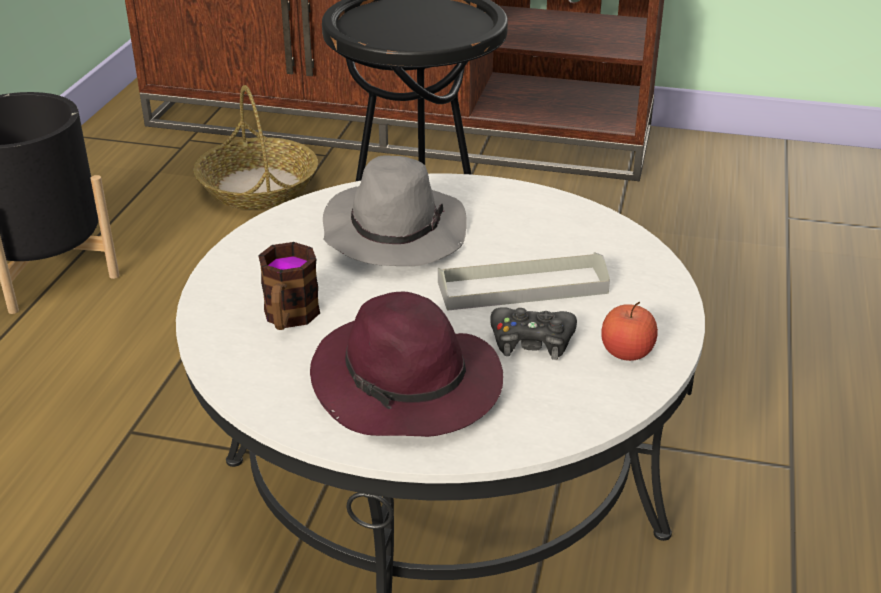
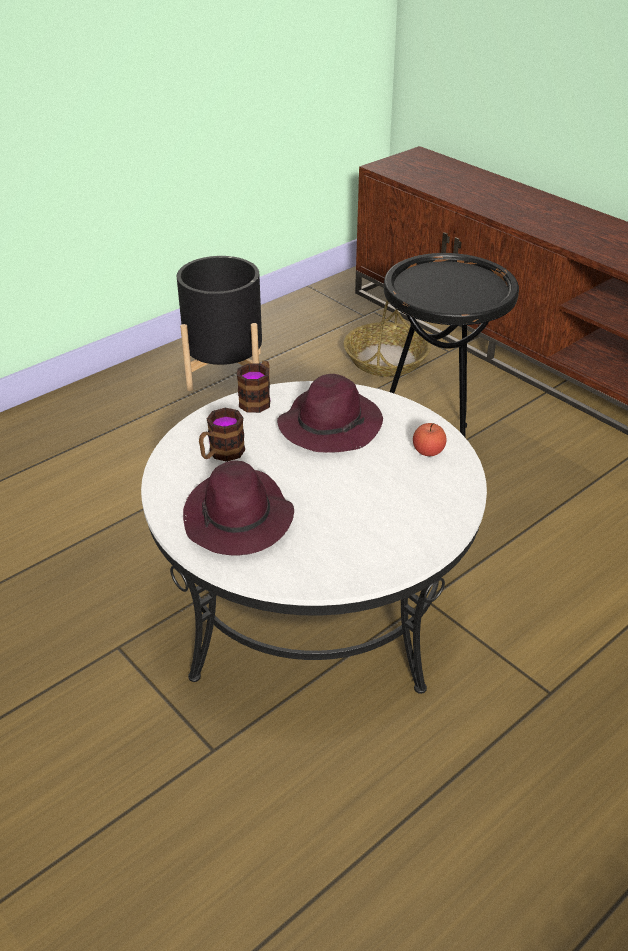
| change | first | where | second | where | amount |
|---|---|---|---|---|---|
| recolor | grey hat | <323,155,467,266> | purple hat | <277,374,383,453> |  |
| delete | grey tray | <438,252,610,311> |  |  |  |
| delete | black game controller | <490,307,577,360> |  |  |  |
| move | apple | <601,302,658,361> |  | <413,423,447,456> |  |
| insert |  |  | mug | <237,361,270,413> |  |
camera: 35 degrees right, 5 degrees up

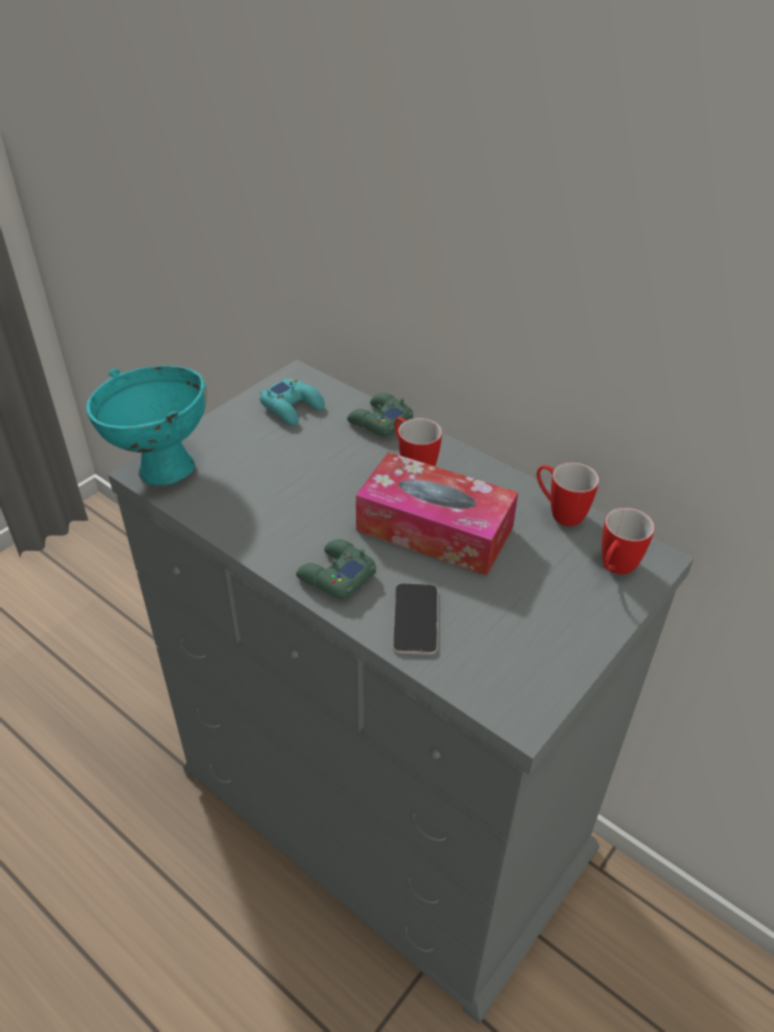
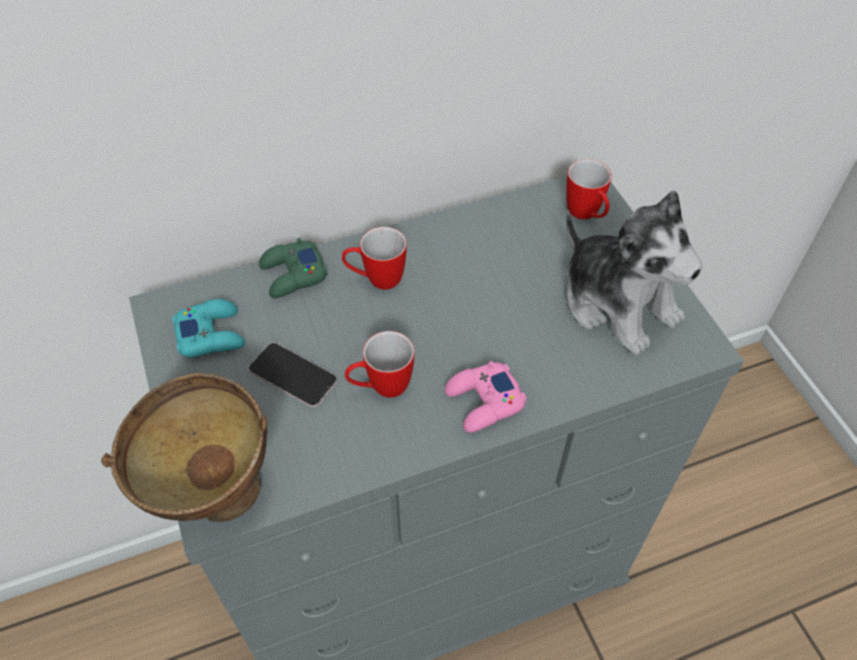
| change | first | where | second | where | amount |
|---|---|---|---|---|---|
| recolor | turquoise bowl | <86,366,207,486> | brown bowl | <101,373,267,522> |  |
| recolor | green game controller | <296,539,376,599> | pink game controller | <445,361,526,432> |  |
| delete | tissue box | <356,452,518,576> |  |  |  |
| move | phone | <393,583,438,655> |  | <248,343,337,407> |  |
| move | mug | <537,462,599,526> |  | <345,331,414,398> |  |
| insert |  |  | plush toy | <566,190,703,355> |  |
camera: 60 degrees left, 10 degrees up

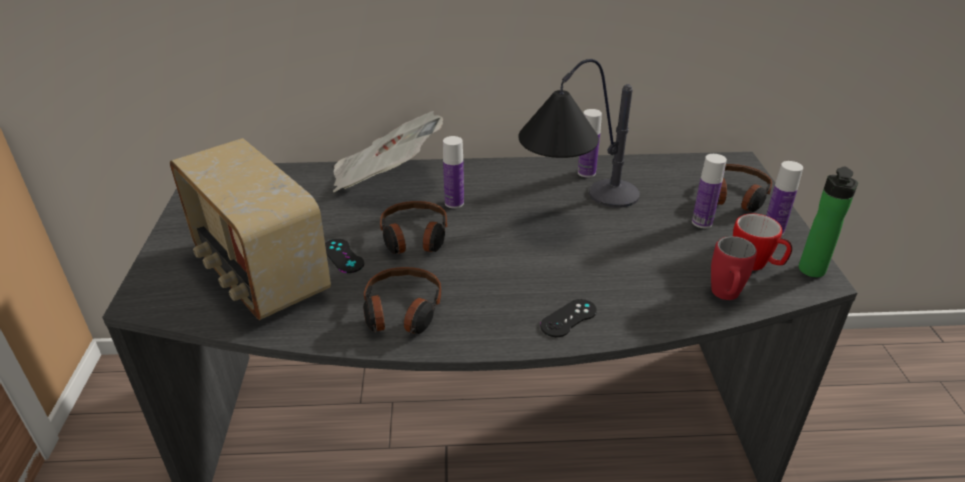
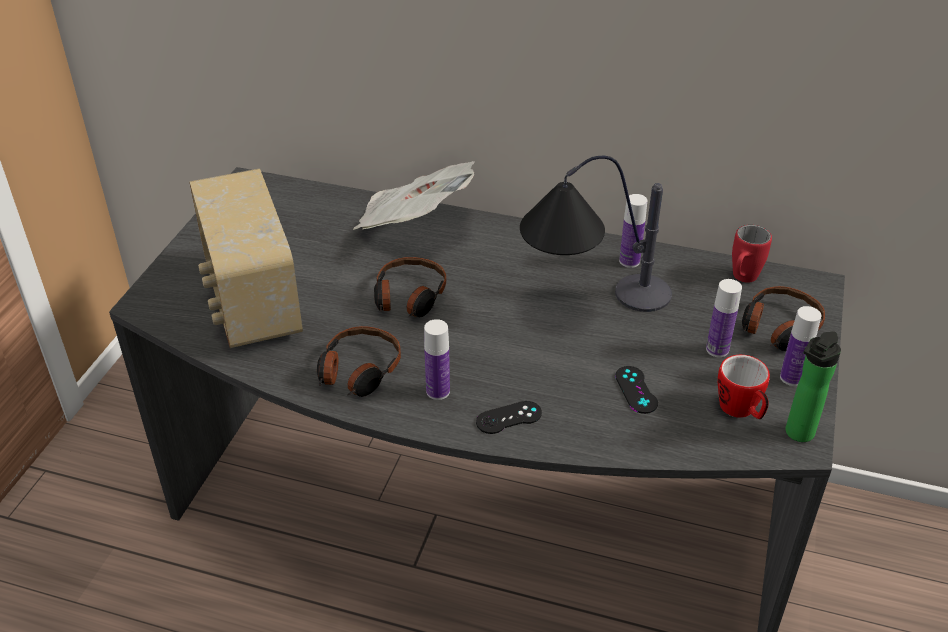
| change | first | where | second | where | amount |
|---|---|---|---|---|---|
| move | black game controller | <325,239,364,273> |  | <615,366,658,414> |  |
| move | bottle | <443,136,464,208> |  | <424,319,450,400> |  |
| move | red mug | <711,236,757,300> |  | <732,225,772,283> |  |
camera: 20 degrees right, 5 degrees up

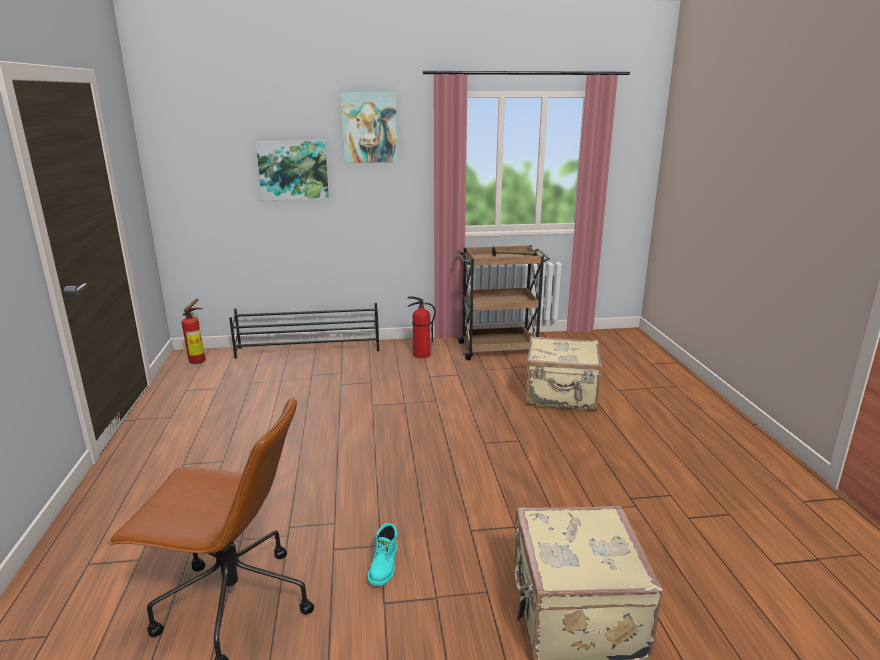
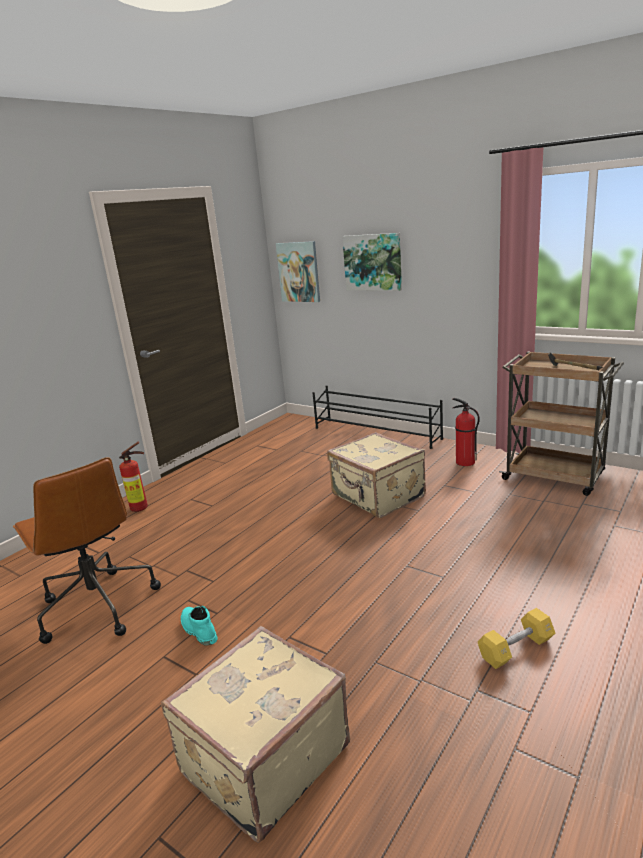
| change | first | where | second | where | amount |
|---|---|---|---|---|---|
| move | fire extinguisher | <181,299,206,364> |  | <119,442,148,512> |  |
| move | picture | <341,92,398,163> |  | <276,241,320,302> |  |
| rotate | turquoise boot | <368,523,397,586> |  | <181,606,218,646> | 90 degrees clockwise |
| move | beige suitcase | <526,336,602,411> |  | <327,432,426,518> |  |
| insert |  |  | yellow dumbbell | <478,608,555,669> |  |
camera: 45 degrees right, 0 degrees up

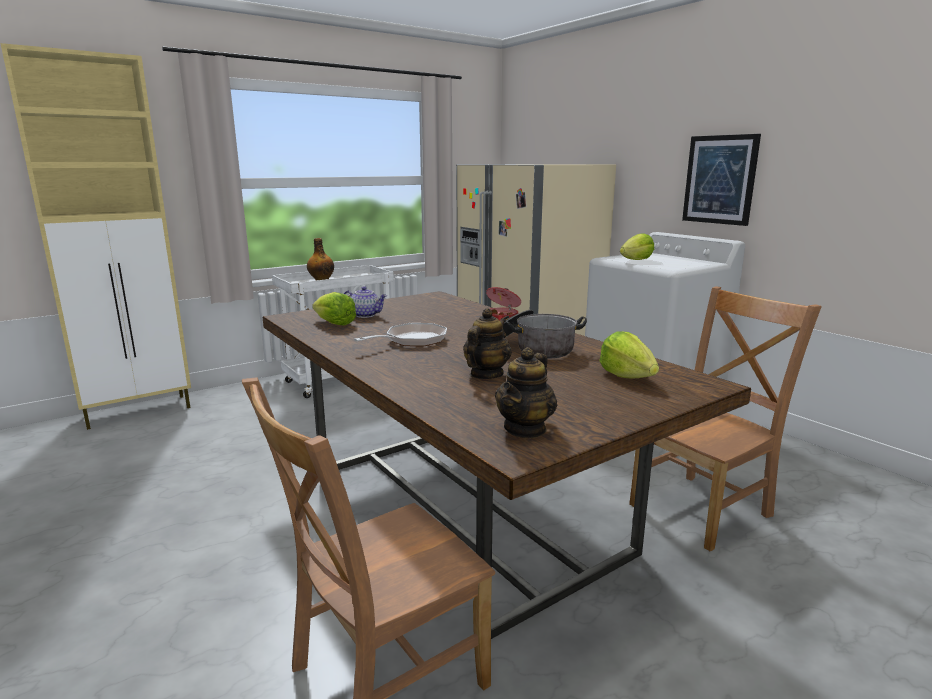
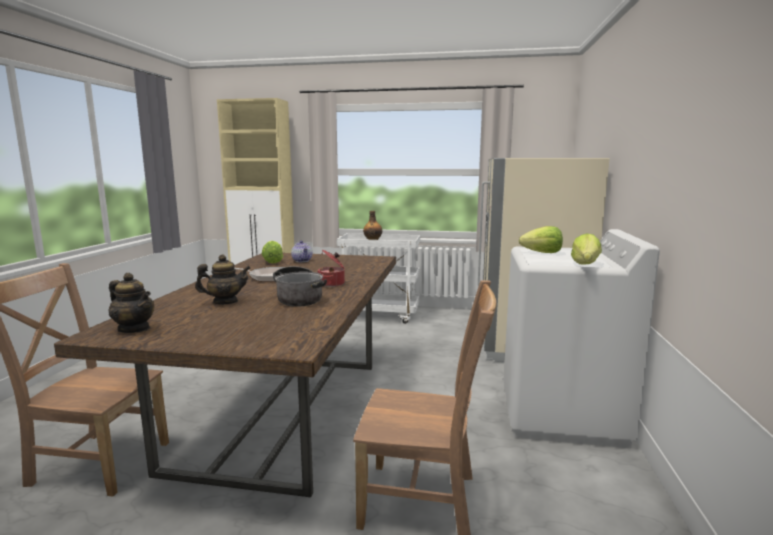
| change | first | where | second | where | amount |
|---|---|---|---|---|---|
| rotate | teapot | <495,347,557,439> |  | <109,273,154,333> | 135 degrees counterclockwise |
| move | lettuce | <599,331,659,379> |  | <571,233,602,265> |  |
| delete | picture | <682,134,761,226> |  |  |  |
camera: 45 degrees right, 5 degrees down

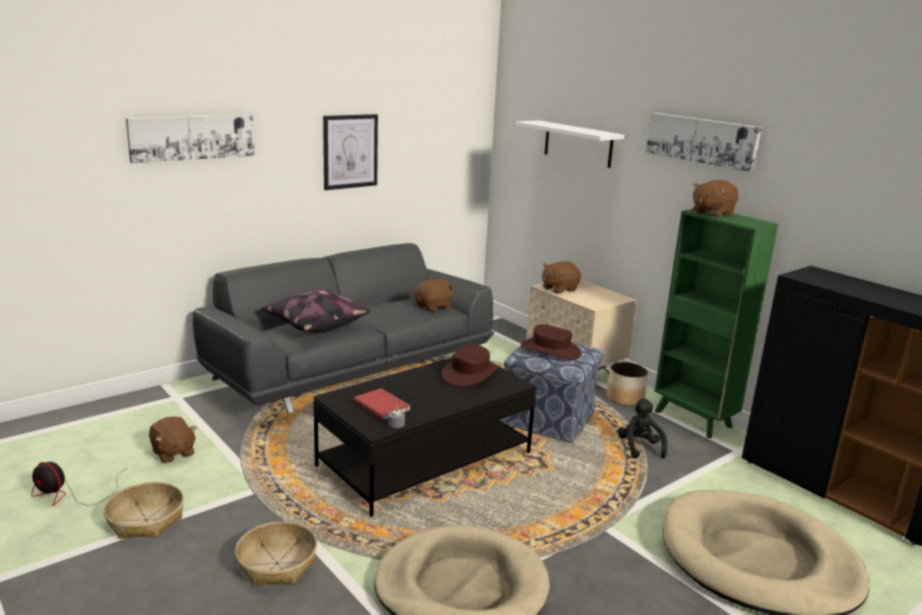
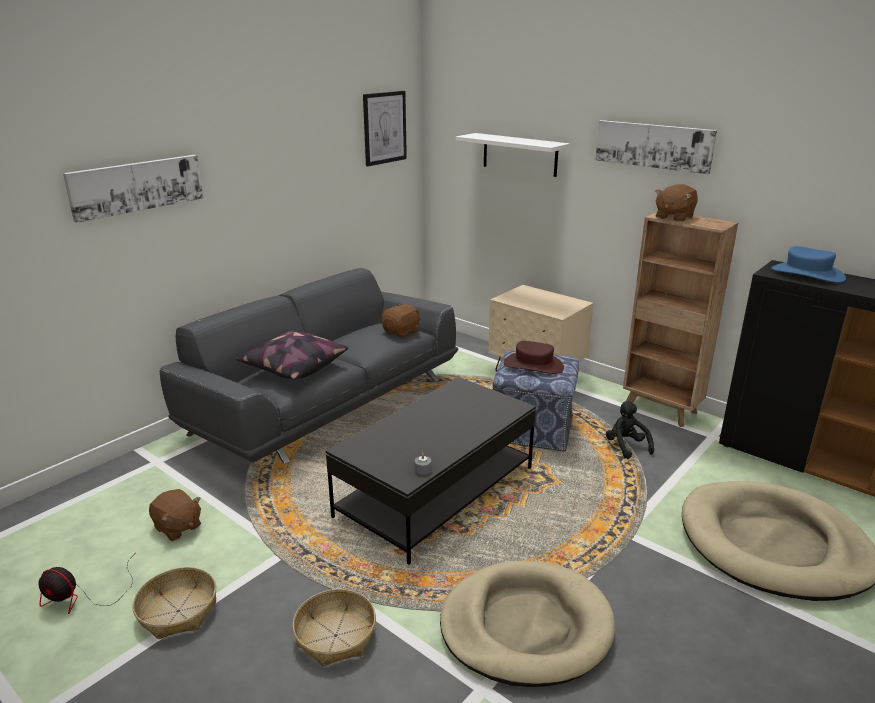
| change | first | where | second | where | amount |
|---|---|---|---|---|---|
| move | picture | <323,114,378,190> |  | <363,91,407,166> |  |
| delete | red book | <353,388,411,420> |  |  |  |
| delete | brown hat | <442,345,498,387> |  |  |  |
| delete | brown plush toy | <542,261,581,294> |  |  |  |
| delete | planter | <607,362,648,406> |  |  |  |
| recolor | green bookcase | <654,209,778,438> | brown bookcase | <623,212,738,427> |  |
| insert |  |  | blue hat | <771,246,846,283> |  |
camera: 10 degrees left, 5 degrees up

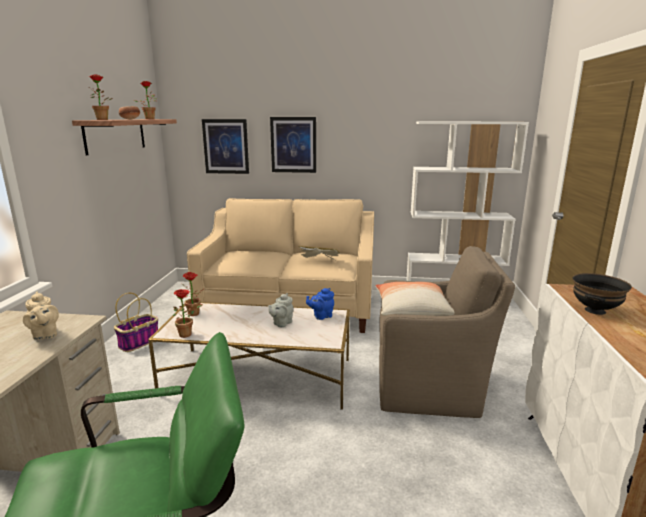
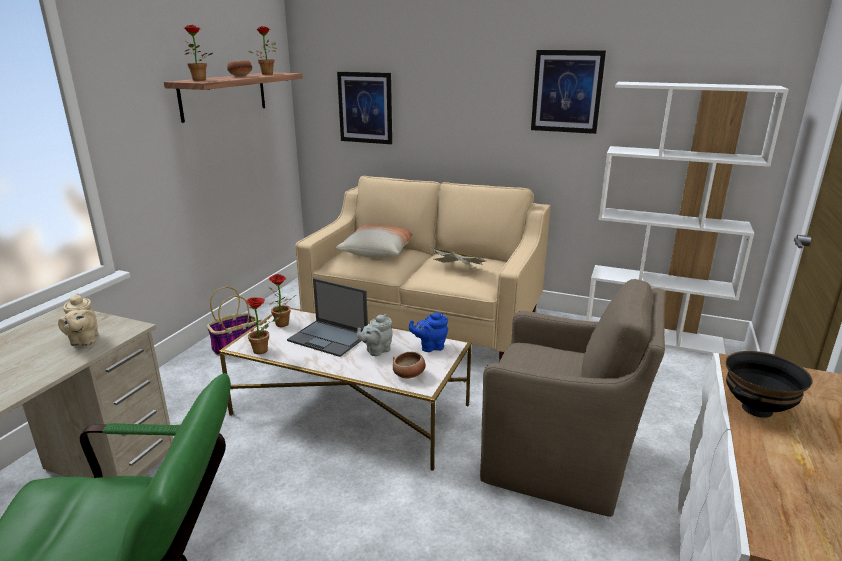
| change | first | where | second | where | amount |
|---|---|---|---|---|---|
| move | picture | <270,117,316,173> |  | <531,50,606,134> |  |
| move | pillow | <375,282,454,316> |  | <336,225,412,258> |  |
| insert |  |  | laptop | <287,278,368,357> |  |
| insert |  |  | bowl | <393,352,425,378> |  |
camera: 15 degrees right, 5 degrees up

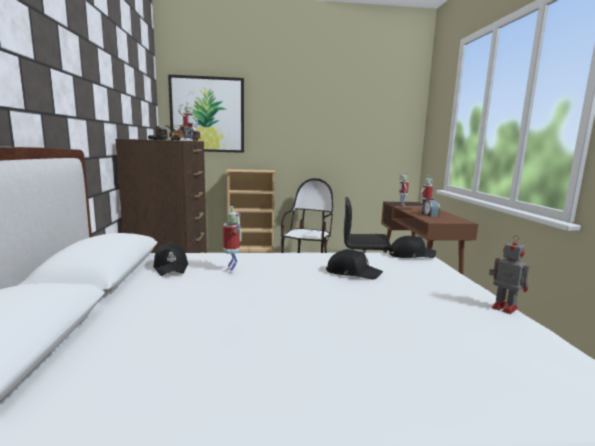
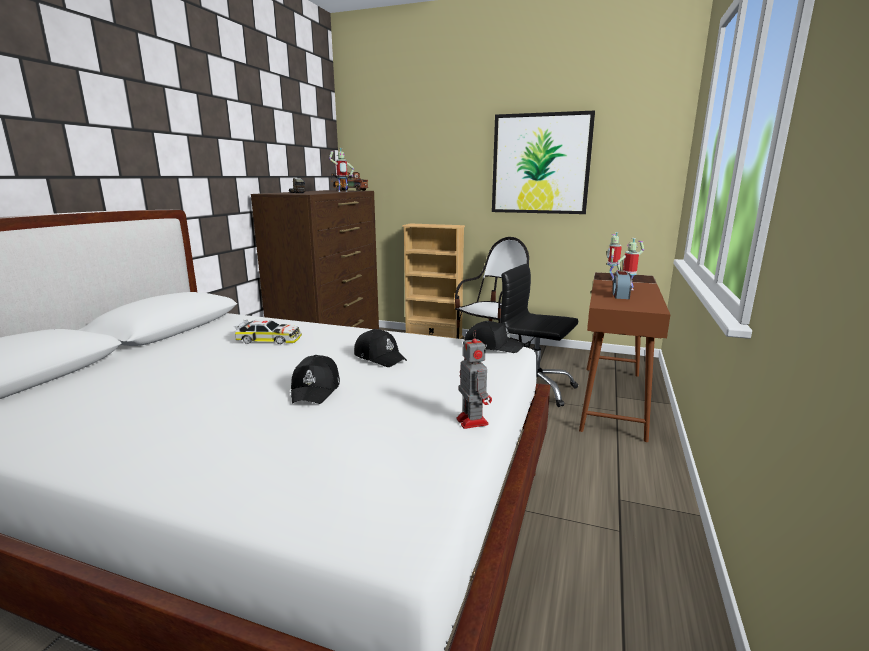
| change | first | where | second | where | amount |
|---|---|---|---|---|---|
| move | black cap | <153,243,188,276> |  | <291,355,340,404> |  |
| move | picture | <168,75,244,153> |  | <492,111,595,214> |  |
| replace | toy robot | <223,206,242,274> | toy car | <234,319,302,344> |  |
camera: 25 degrees right, 5 degrees up

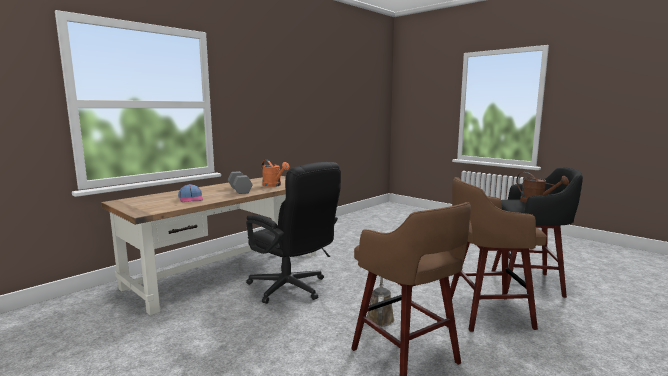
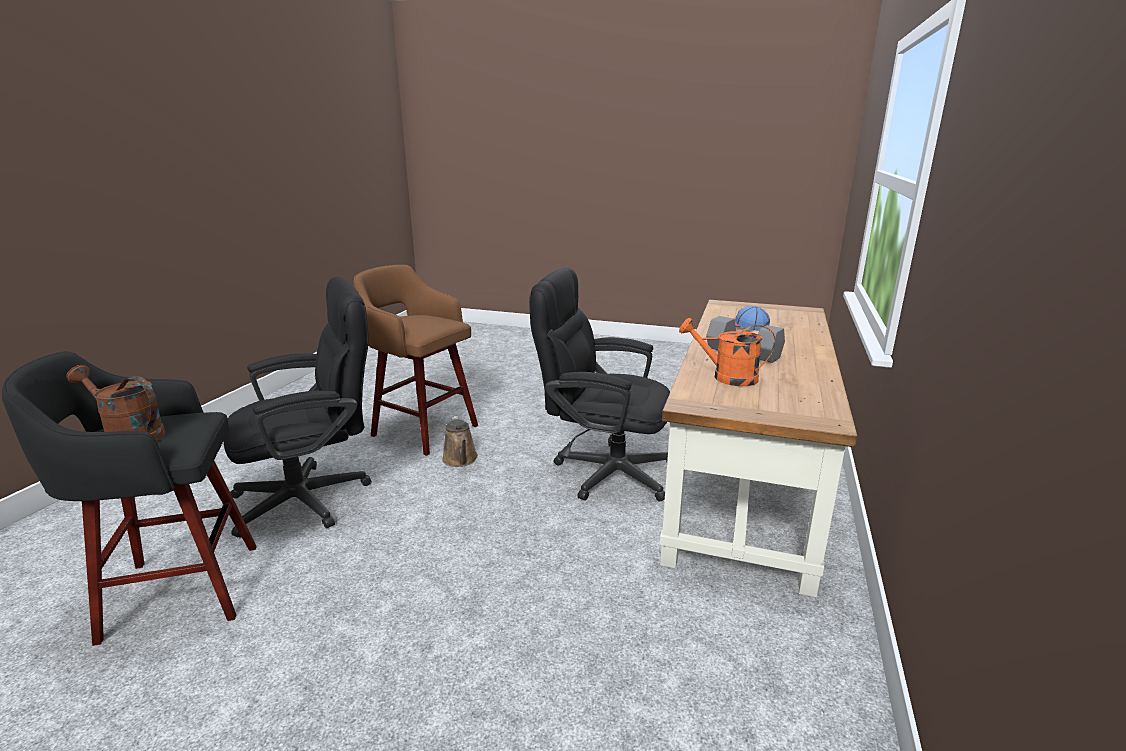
| change | first | where | second | where | amount |
|---|---|---|---|---|---|
| replace | brown stool | <450,177,547,332> | black office chair | <224,276,371,538> |  |
camera: 155 degrees right, 10 degrees up

